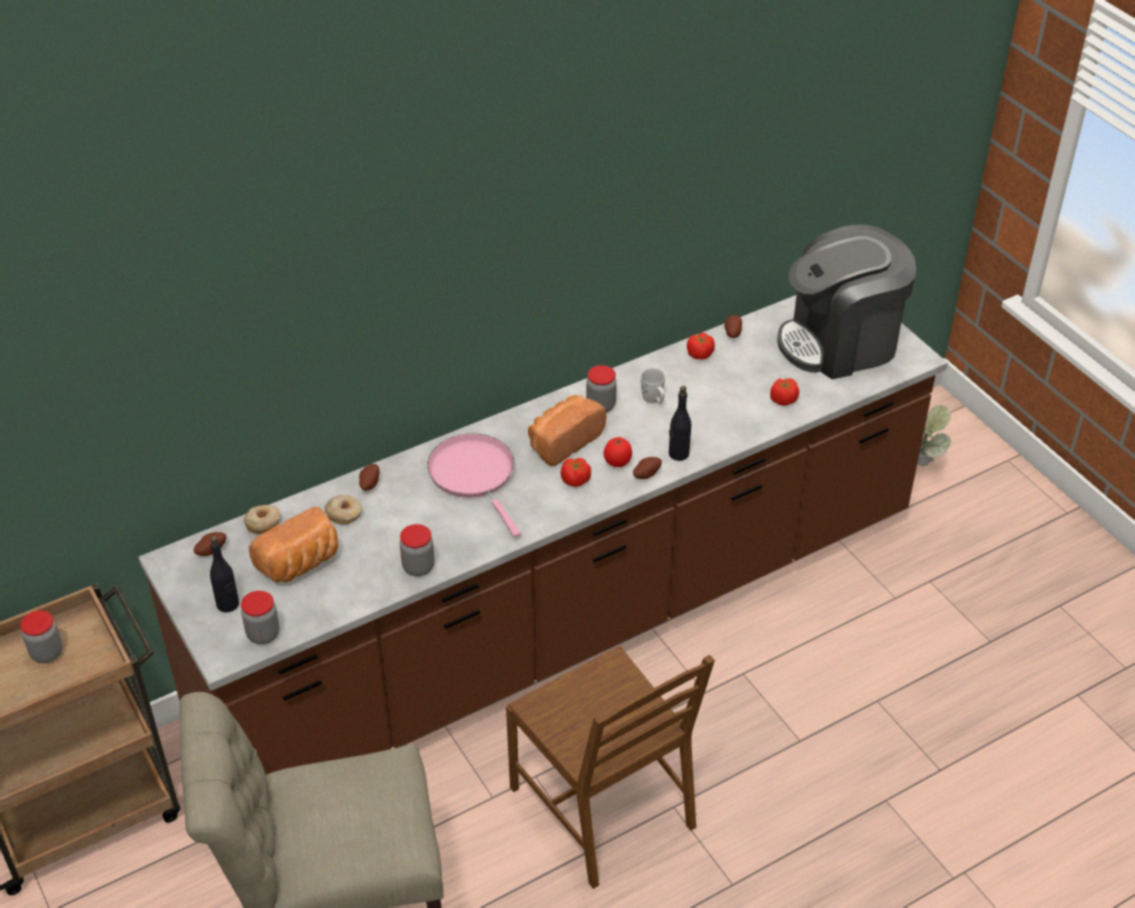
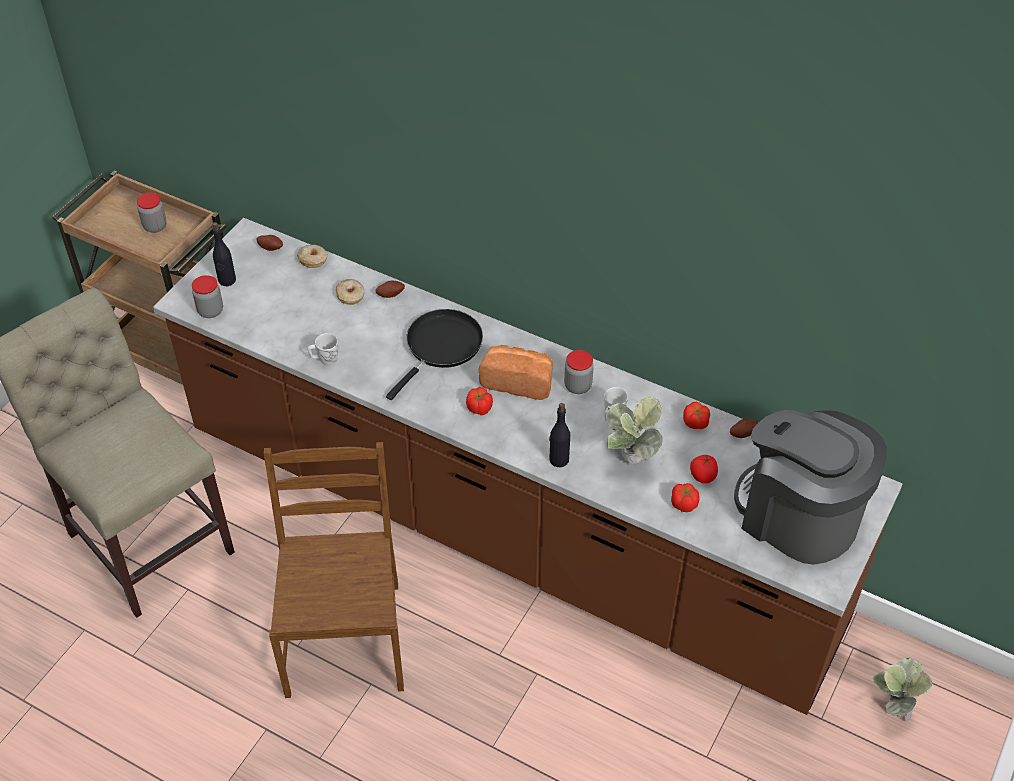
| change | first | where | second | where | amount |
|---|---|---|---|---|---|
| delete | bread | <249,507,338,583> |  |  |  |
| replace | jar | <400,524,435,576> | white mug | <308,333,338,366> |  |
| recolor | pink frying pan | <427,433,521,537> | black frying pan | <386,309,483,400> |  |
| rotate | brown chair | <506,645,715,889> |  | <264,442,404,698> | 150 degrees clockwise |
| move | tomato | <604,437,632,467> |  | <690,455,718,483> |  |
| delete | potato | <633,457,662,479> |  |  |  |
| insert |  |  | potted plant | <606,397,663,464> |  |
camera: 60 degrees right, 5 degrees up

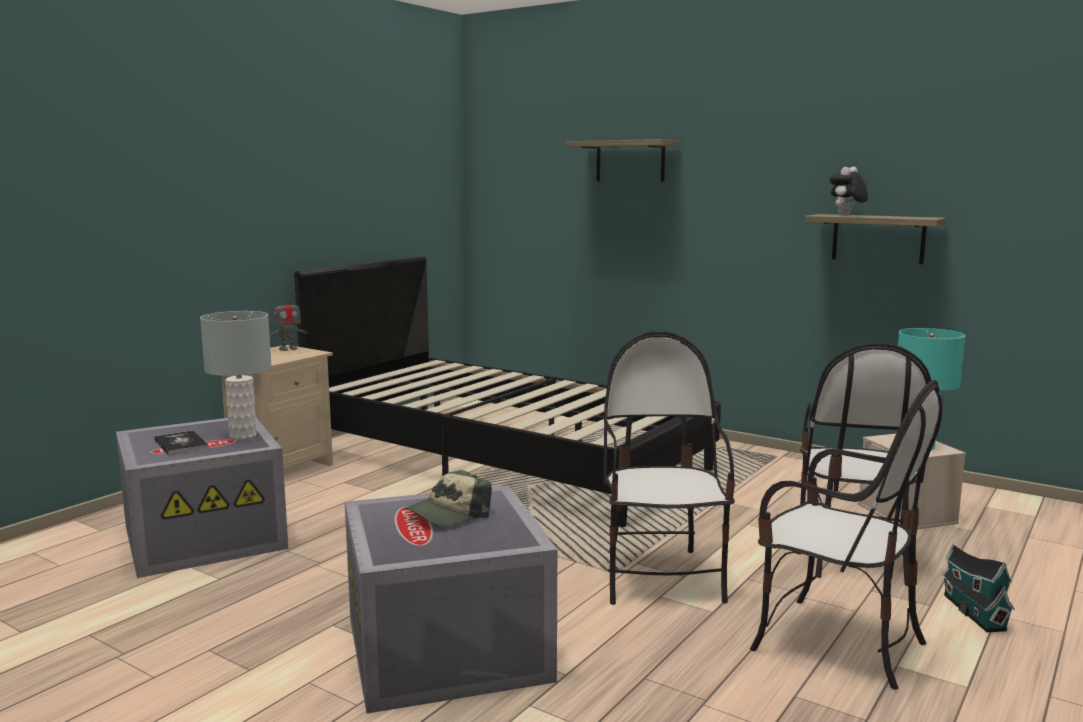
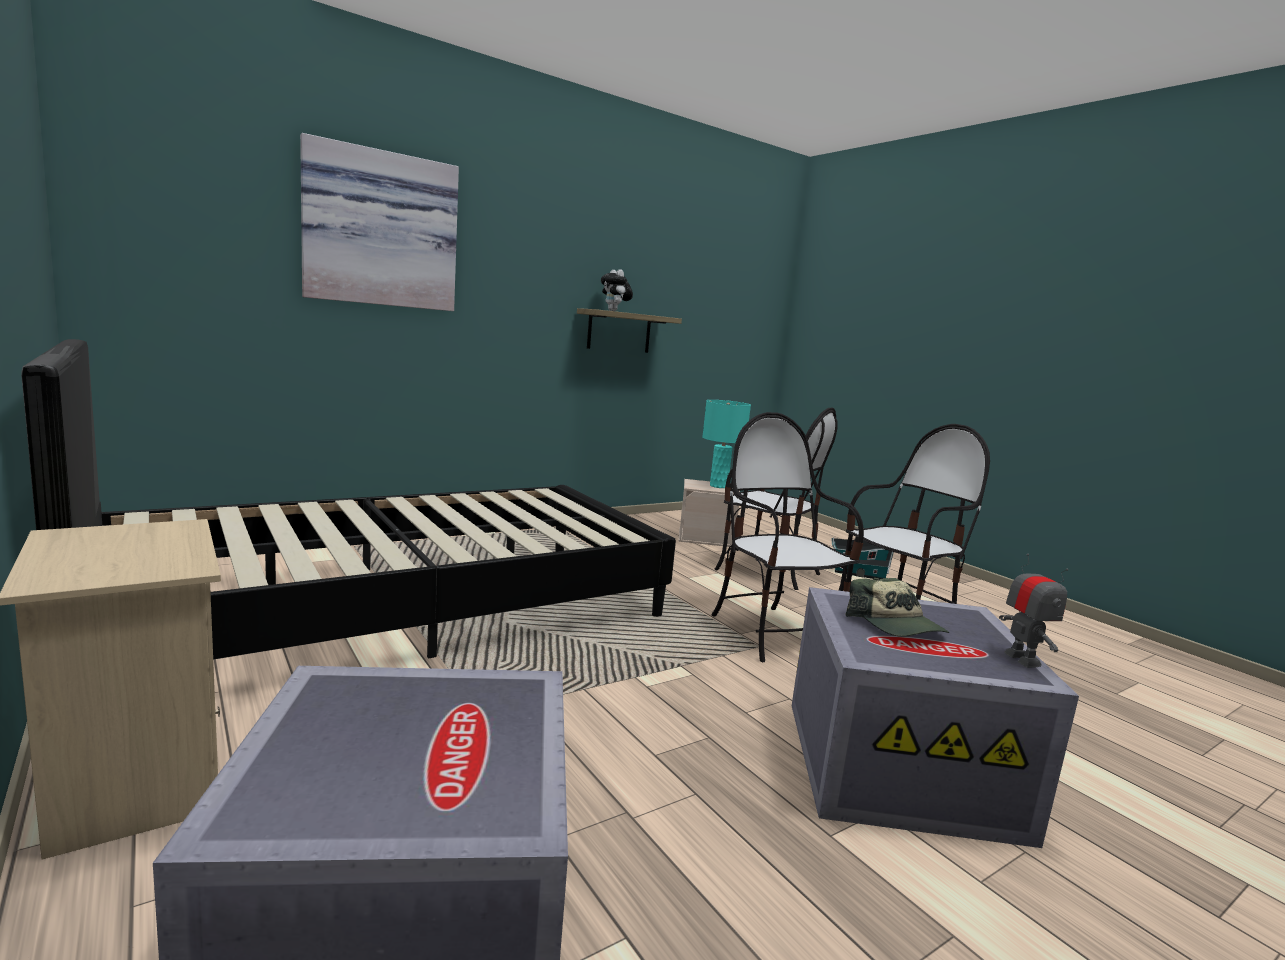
| change | first | where | second | where | amount |
|---|---|---|---|---|---|
| delete | book | <154,430,209,456> |  |  |  |
| delete | grey table lamp | <200,311,272,440> |  |  |  |
| move | toy robot | <269,296,307,351> |  | <999,554,1068,668> |  |
| replace | shelf | <566,139,679,182> | picture | <300,133,459,311> |  |
| rotate | chair | <604,331,735,605> |  | <712,412,864,662> | 45 degrees clockwise |
camera: 70 degrees left, 0 degrees up

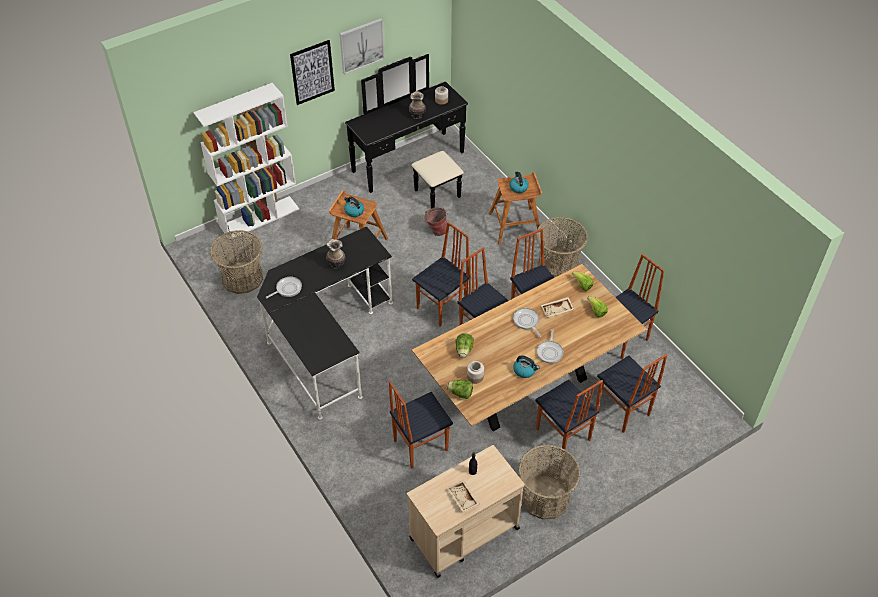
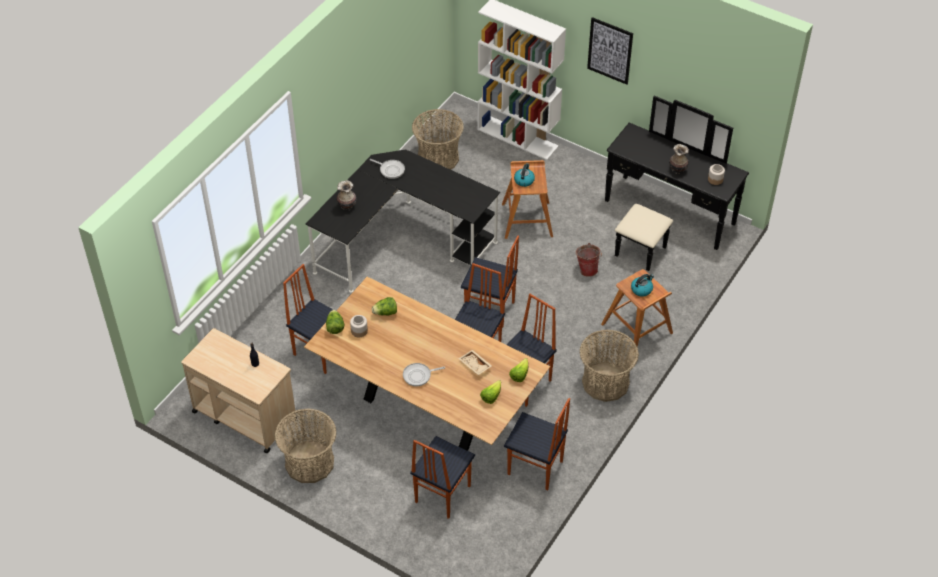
| change | first | where | second | where | amount |
|---|---|---|---|---|---|
| move | vase | <326,239,345,269> |  | <337,180,356,210> |  |
| delete | picture | <340,18,385,75> |  |  |  |
| delete | beige tray | <447,480,480,512> |  |  |  |
| delete | frying pan | <513,308,541,337> |  |  |  |
| delete | kettle | <513,355,539,378> |  |  |  |
| delete | chair | <535,379,603,458> |  |  |  |
camera: 65 degrees right, 0 degrees up

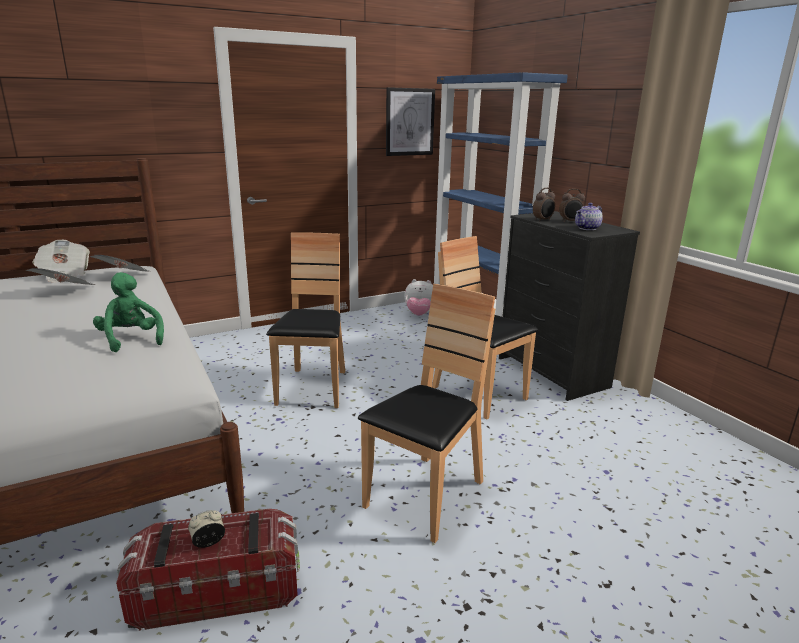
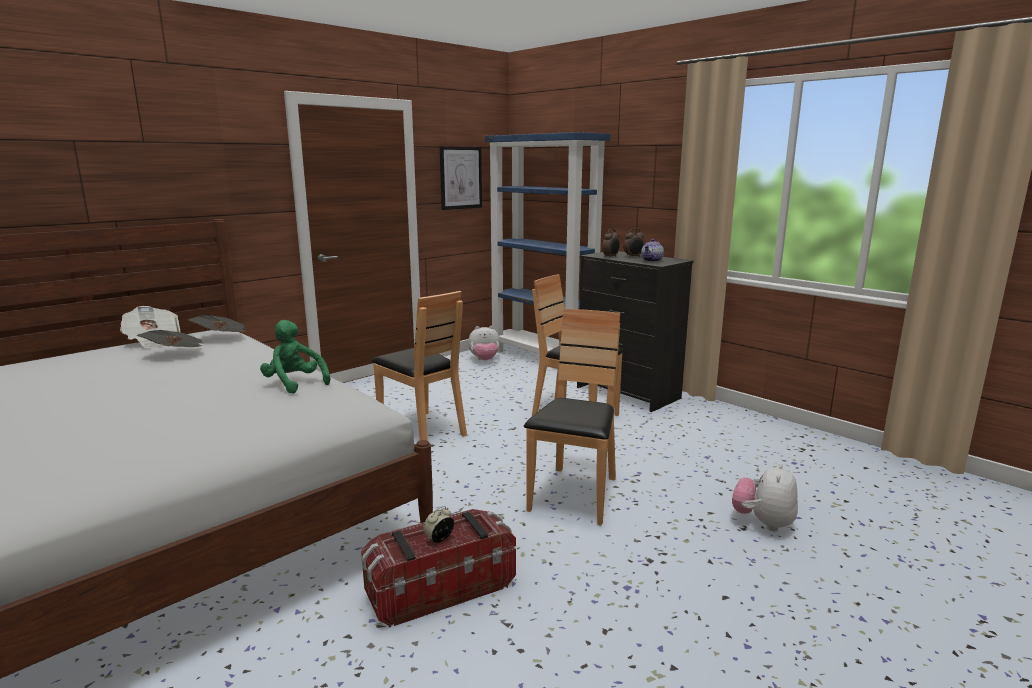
| change | first | where | second | where | amount |
|---|---|---|---|---|---|
| rotate | brown chair | <266,232,345,408> |  | <371,291,467,441> | 150 degrees clockwise |
| insert |  |  | plush toy | <732,463,798,531> |  |
camera: 15 degrees left, 5 degrees down

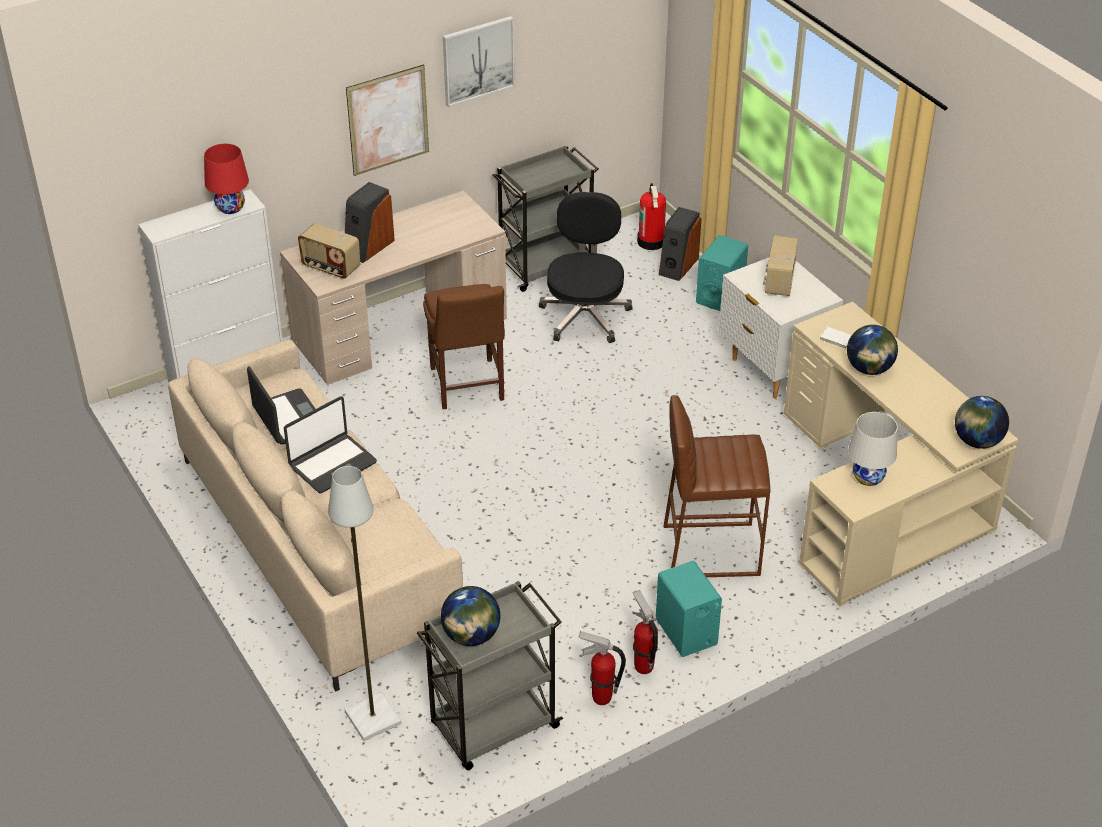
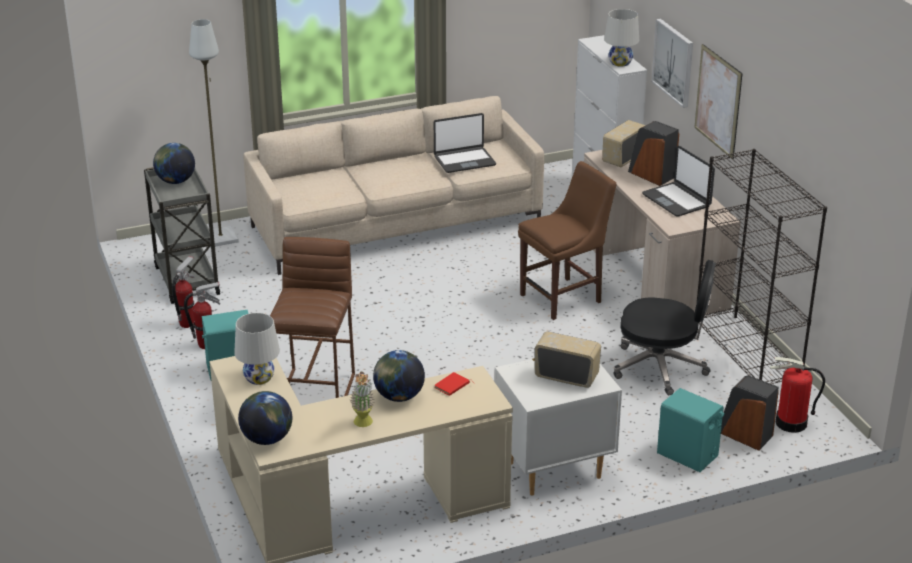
| change | first | where | second | where | amount |
|---|---|---|---|---|---|
| recolor | red table lamp | <204,144,249,214> | white table lamp | <604,9,639,67> |  |
| move | laptop | <284,396,377,493> |  | <642,146,715,216> |  |
| rotate | brown chair | <423,284,505,409> |  | <518,161,616,320> | 150 degrees clockwise |
| move | picture | <443,16,515,107> |  | <652,19,693,108> |  |
| replace | grey cart | <492,145,599,292> | black bookcase | <696,149,827,384> |  |
| recolor | white book | <819,325,852,349> | red book | <434,372,475,396> |  |
| insert |  |  | potted plant | <350,371,375,427> |  |
camera: 100 degrees right, 10 degrees down

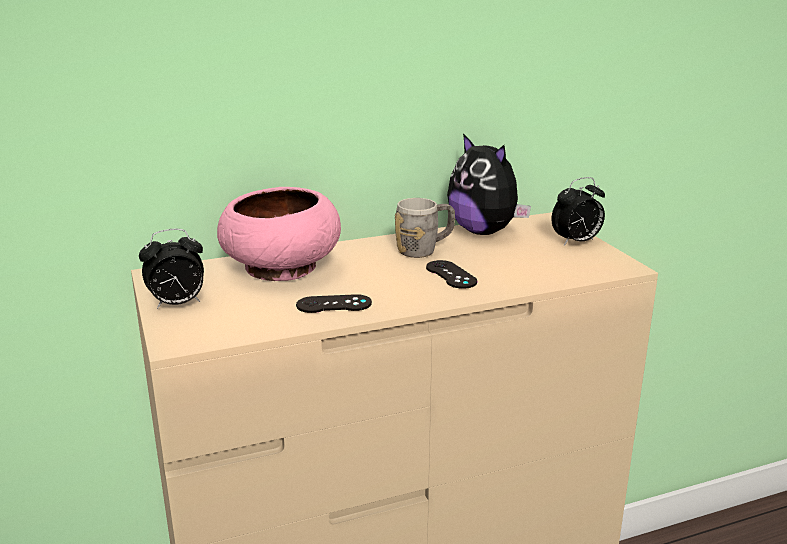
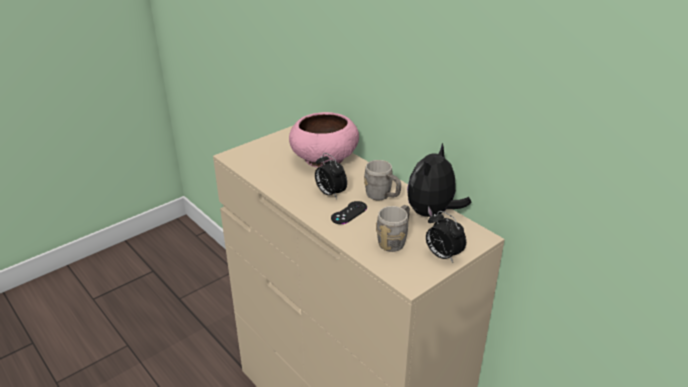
| change | first | where | second | where | amount |
|---|---|---|---|---|---|
| move | alarm clock | <139,229,204,309> |  | <315,153,347,199> |  |
| delete | black game controller | <296,294,372,313> |  |  |  |
| insert |  |  | grey mug | <376,205,410,252> |  |
camera: 70 degrees right, 10 degrees up

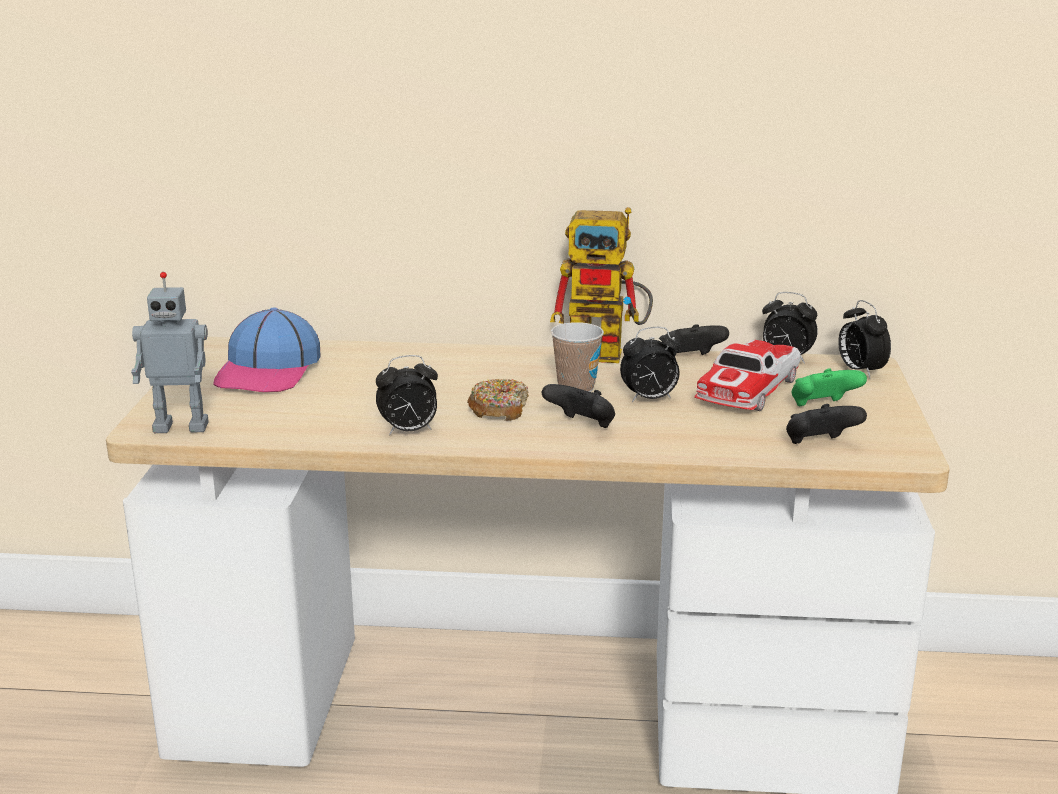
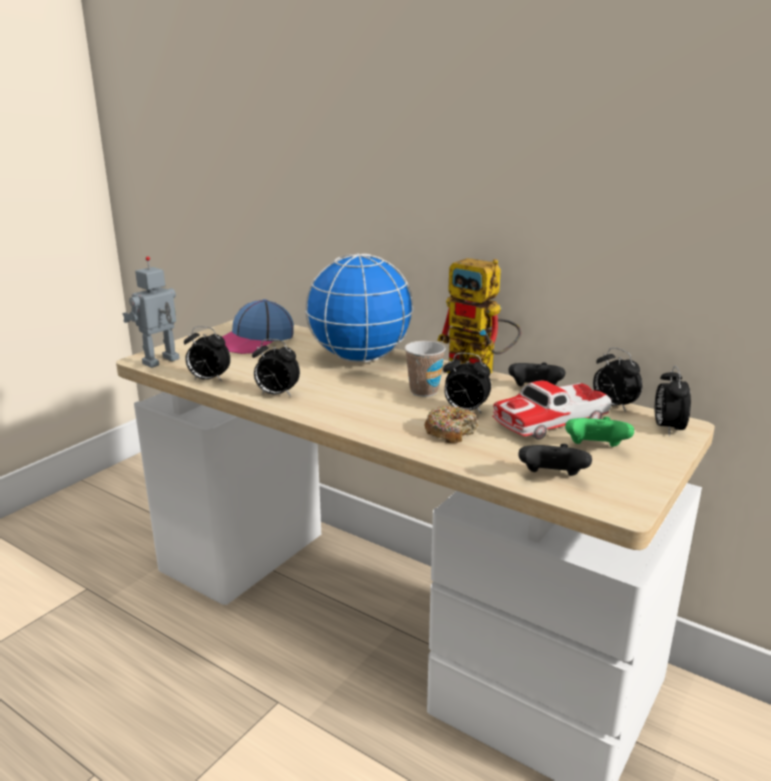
| change | first | where | second | where | amount |
|---|---|---|---|---|---|
| rotate | toy robot | <131,272,209,433> |  | <122,256,179,368> | 105 degrees clockwise |
| move | donut | <467,379,529,421> |  | <424,406,478,443> |  |
| delete | black game controller | <542,384,615,428> |  |  |  |
| insert |  |  | alarm clock | <184,326,230,382> |  |
| insert |  |  | globe | <305,253,414,362> |  |
camera: 30 degrees right, 0 degrees up

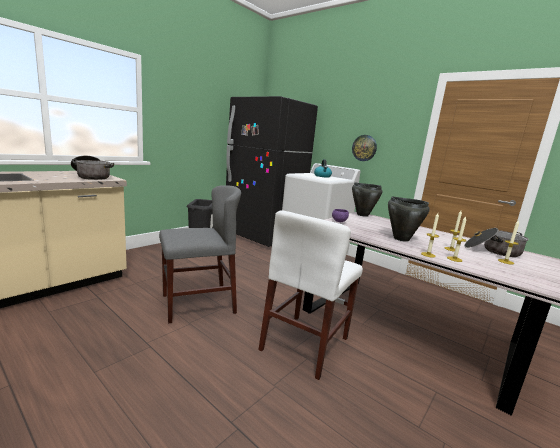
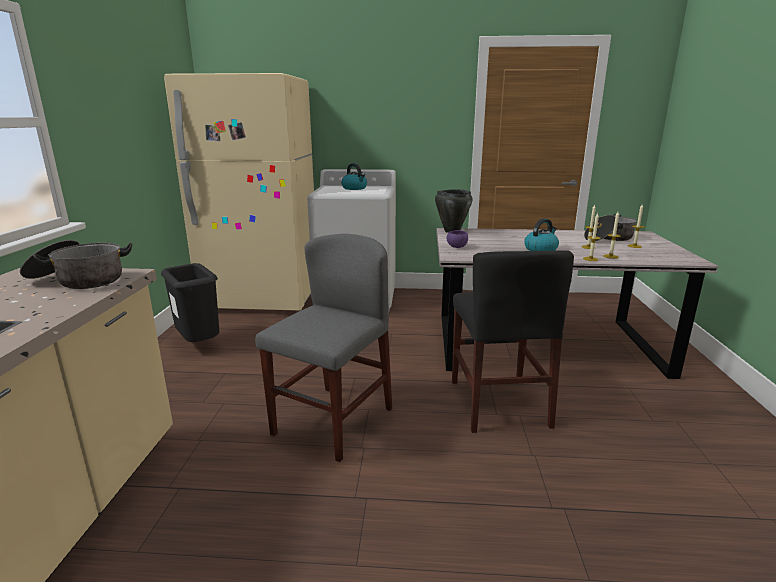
| change | first | where | second | where | amount |
|---|---|---|---|---|---|
| recolor | black fridge | <226,96,318,247> | beige fridge | <164,73,314,311> |  |
| recolor | white chair | <258,210,363,380> | black chair | <452,250,574,433> |  |
| delete | wall clock | <352,135,377,161> |  |  |  |
| replace | black cooking pot | <388,196,430,242> | kettle | <524,218,559,251> |  |
camera: 35 degrees left, 5 degrees up

